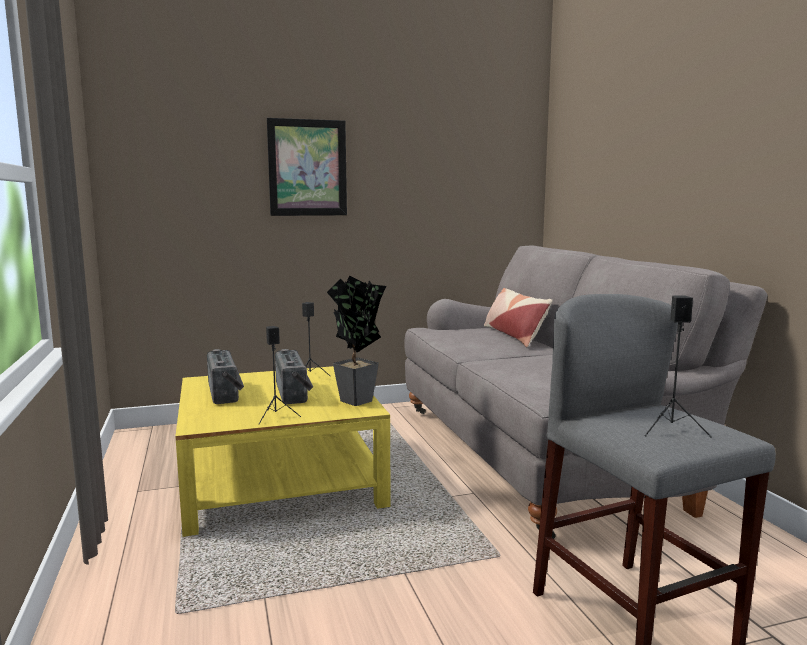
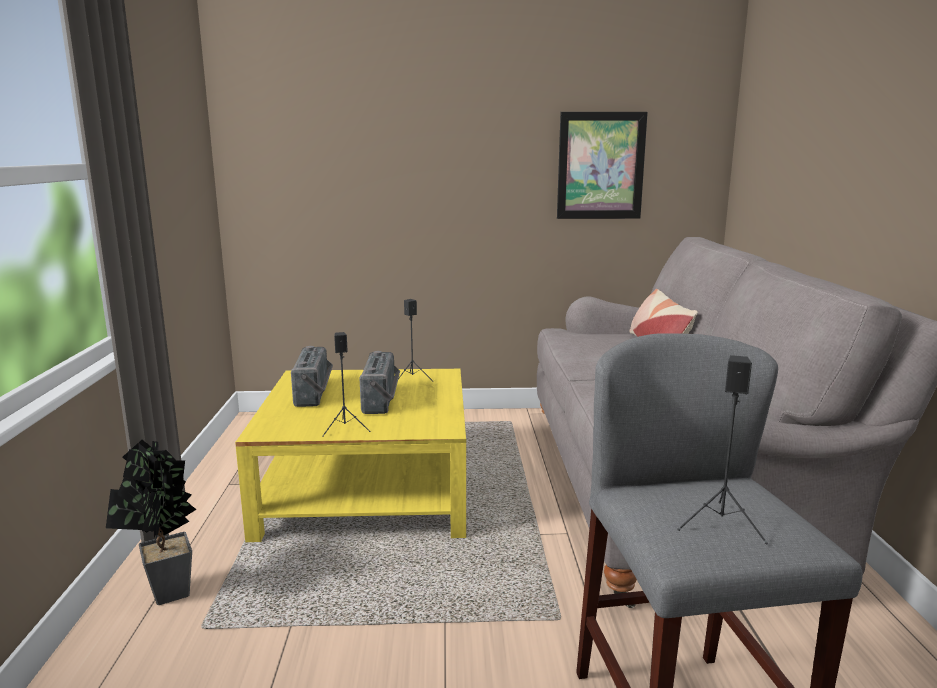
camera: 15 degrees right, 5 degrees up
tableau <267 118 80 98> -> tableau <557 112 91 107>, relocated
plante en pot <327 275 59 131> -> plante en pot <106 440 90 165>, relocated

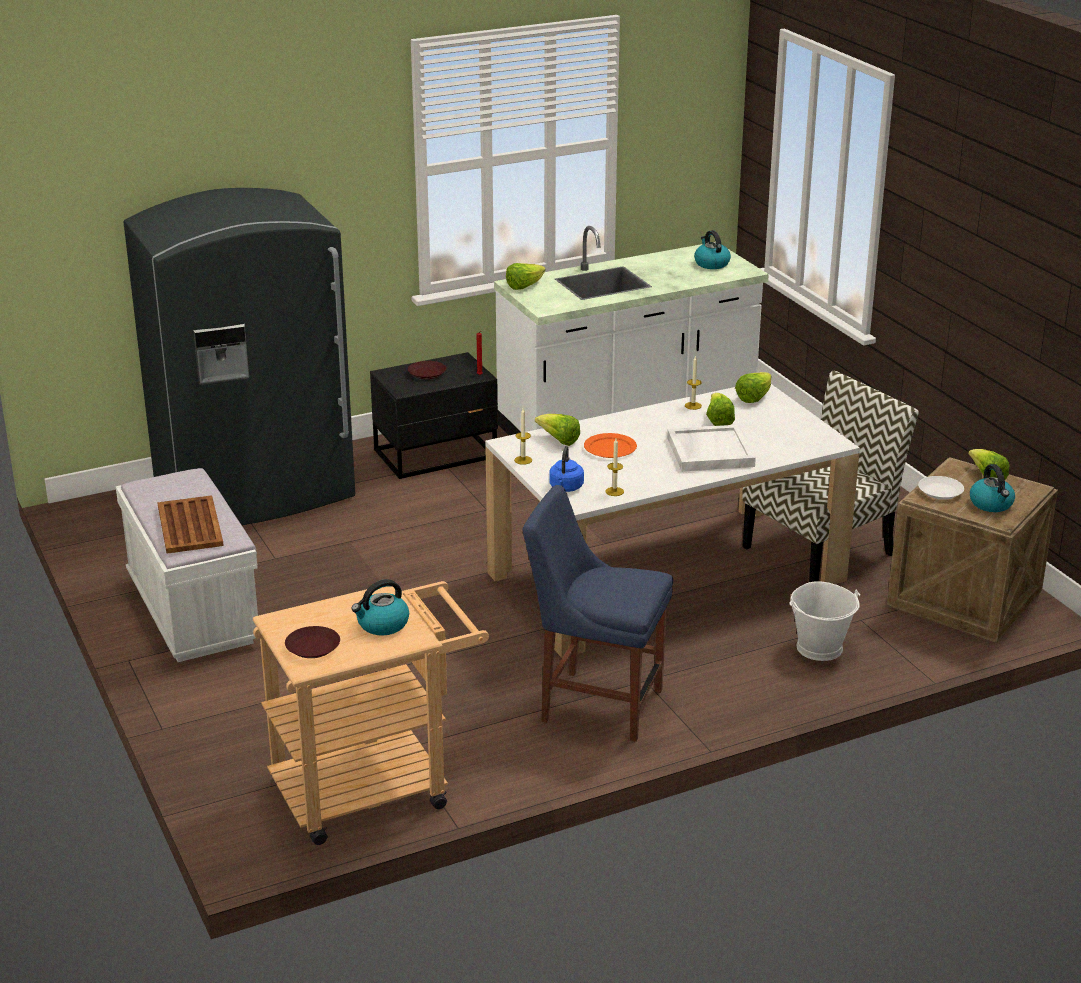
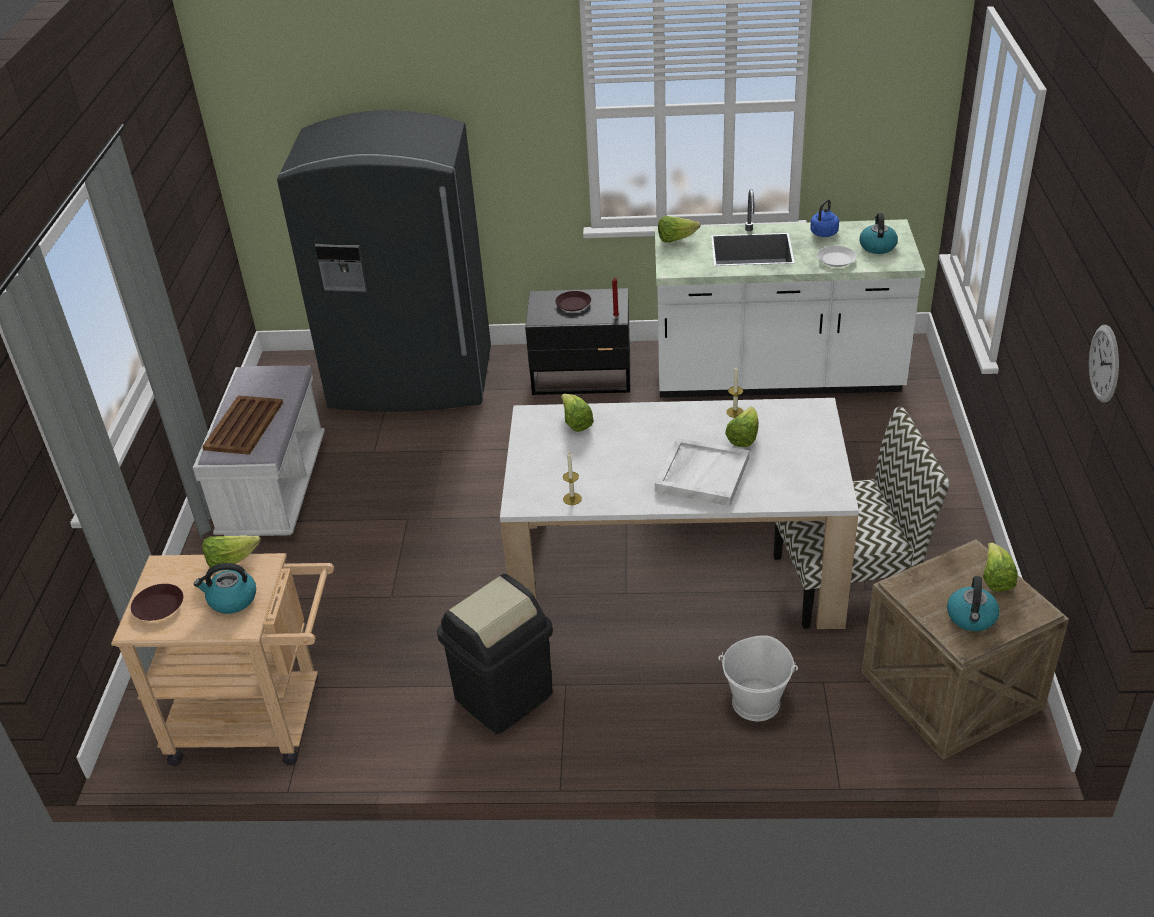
camera: 30 degrees right, 10 degrees up
bougie <514 409 18 56> -> none
chaise/bleu <523 485 150 257> -> poubelle/noir <437 574 116 160>
bouilloire/bleu <549 446 35 46> -> bouilloire/bleu <810 199 29 38>, relocated
assiette/orange <584 433 53 25> -> none
laitue <735 372 36 31> -> laitue <202 535 59 33>, relocated
assiette/blanc <918 476 46 24> -> assiette/blanc <817 246 40 21>, relocated
none -> horloge murale <1089 325 30 78>

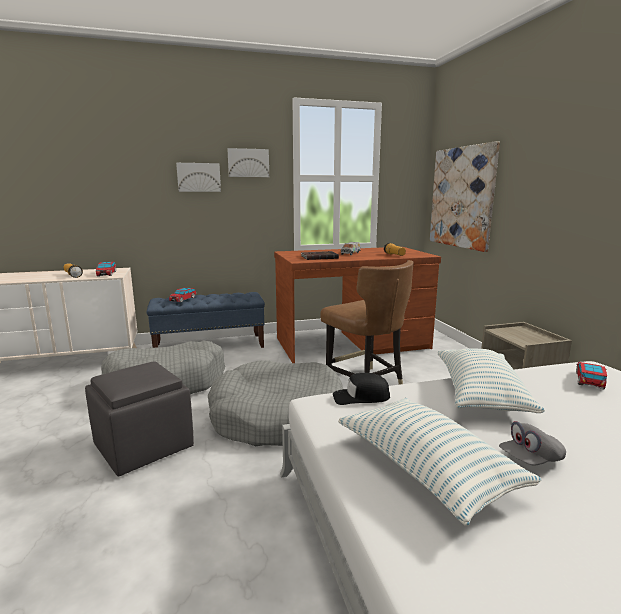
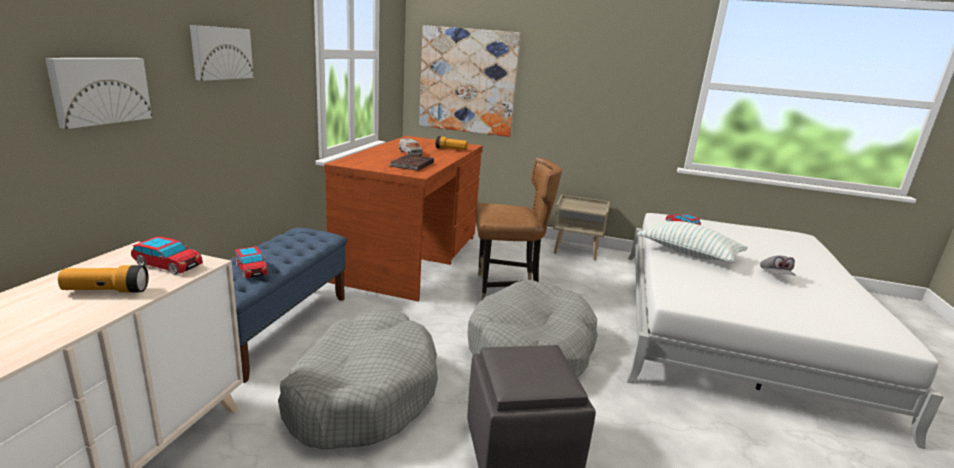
camera: 60 degrees left, 5 degrees up
tableau <227 148 42 29> -> tableau <45 58 107 71>, relocated
casquette/noir <333 373 57 32> -> none
coussin <338 398 204 128> -> none

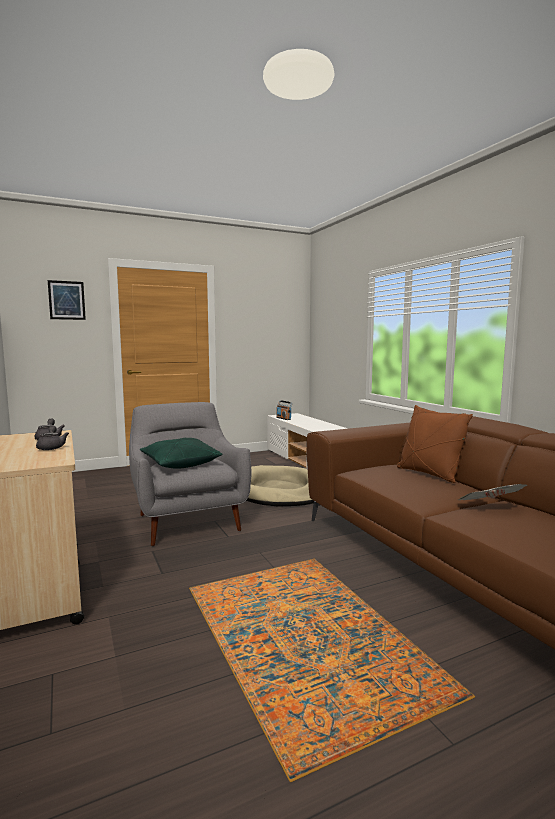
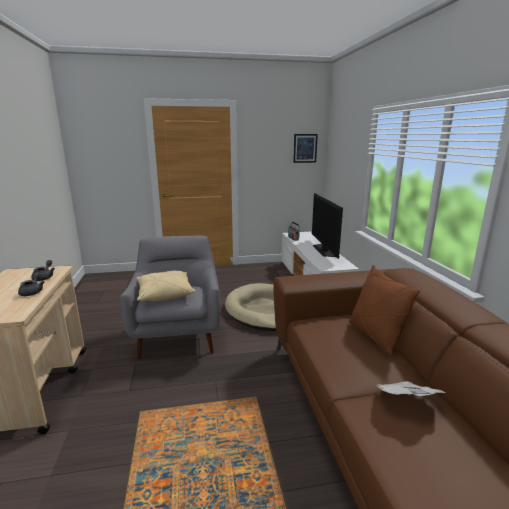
camera: 15 degrees right, 10 degrees up
tableau <48 280 38 40> -> tableau <293 134 25 29>, relocated
coussin/vert <140 437 82 32> -> coussin/beige <137 270 58 31>
none -> téléviseur <312 193 31 66>

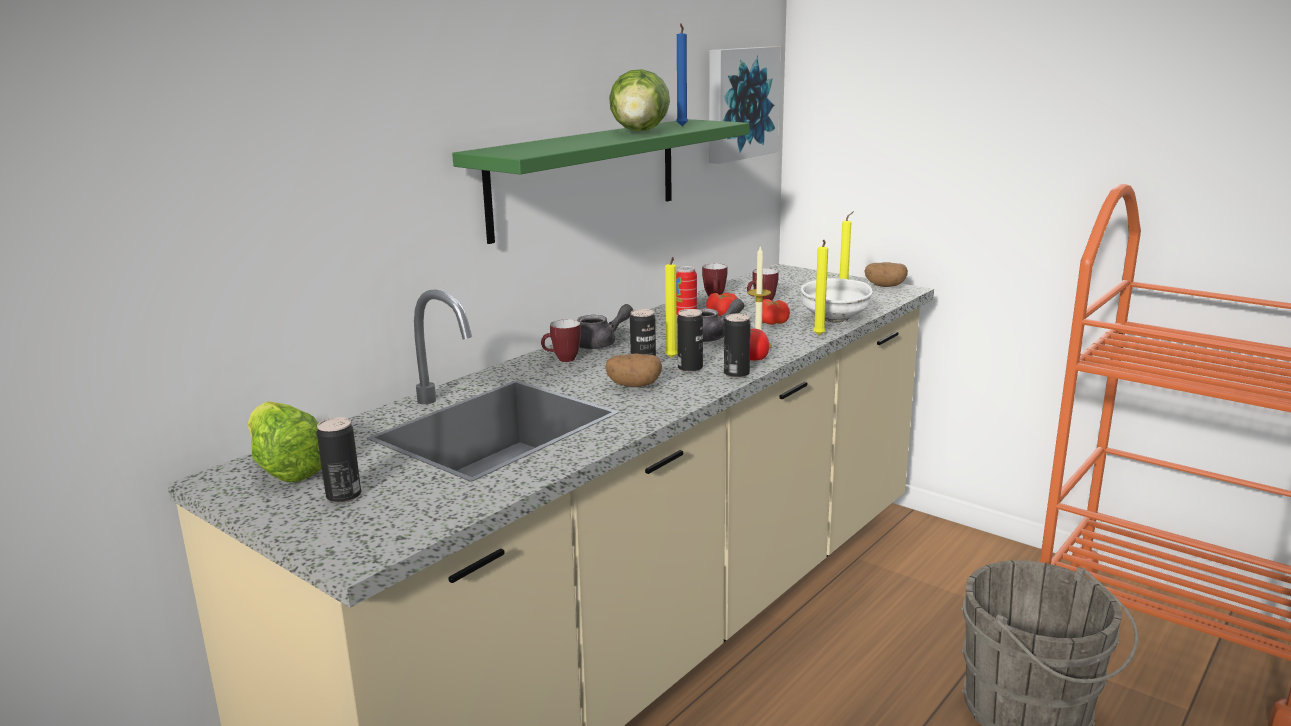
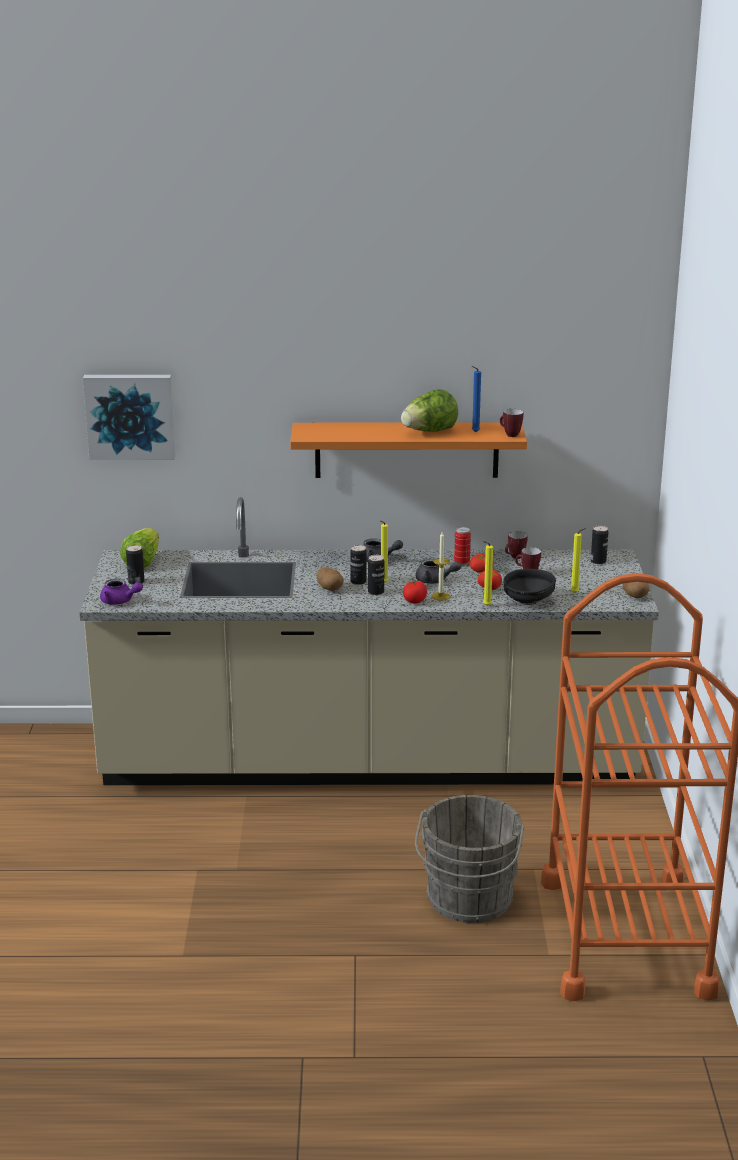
camera: 50 degrees right, 5 degrees up
étagère/vert <452 119 297 125> -> étagère/orange <290 422 237 56>
mug <541 319 40 43> -> mug <500 409 23 28>, relocated
tableau <709 46 72 118> -> tableau <83 375 93 85>, relocated
boîte métallique <724 314 27 64> -> boîte métallique <591 525 17 39>, relocated
bol/blanc <800 278 73 45> -> bol/noir <503 569 53 36>
none -> théière/violet <100 579 43 26>

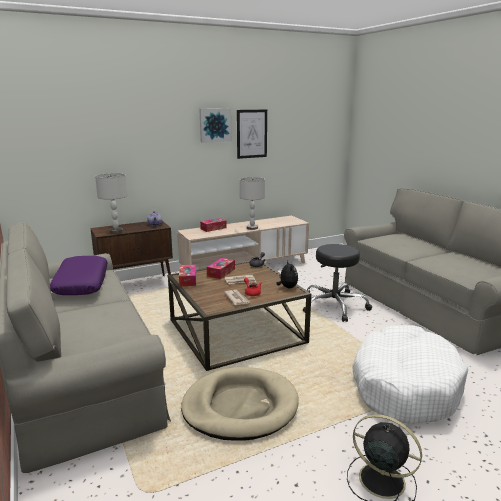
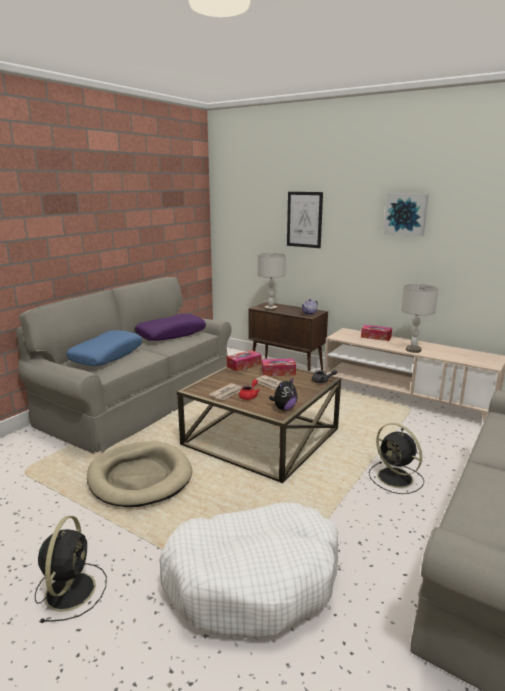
camera: 60 degrees right, 0 degrees up
tableau <237 110 30 49> -> tableau <287 192 36 56>, relocated
tabouret/noir <303 244 69 78> -> ventilateur/noir <369 423 55 71>
none -> coussin/bleu <66 330 76 36>

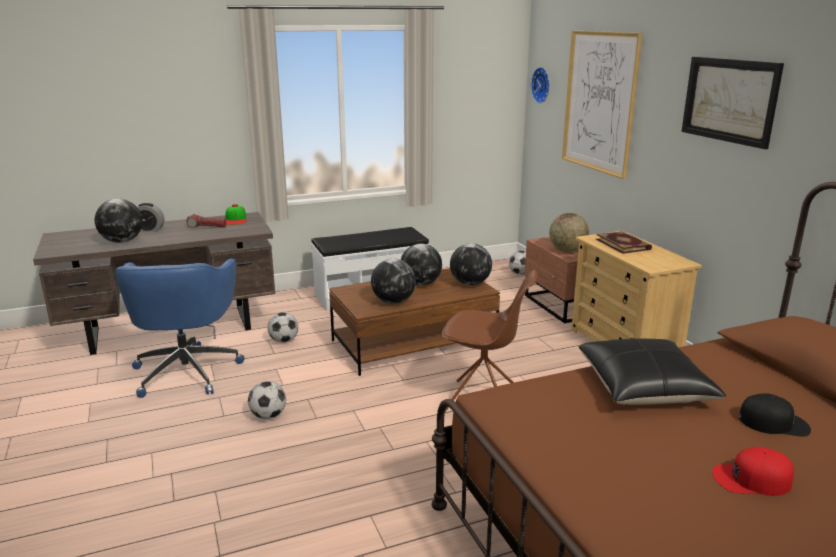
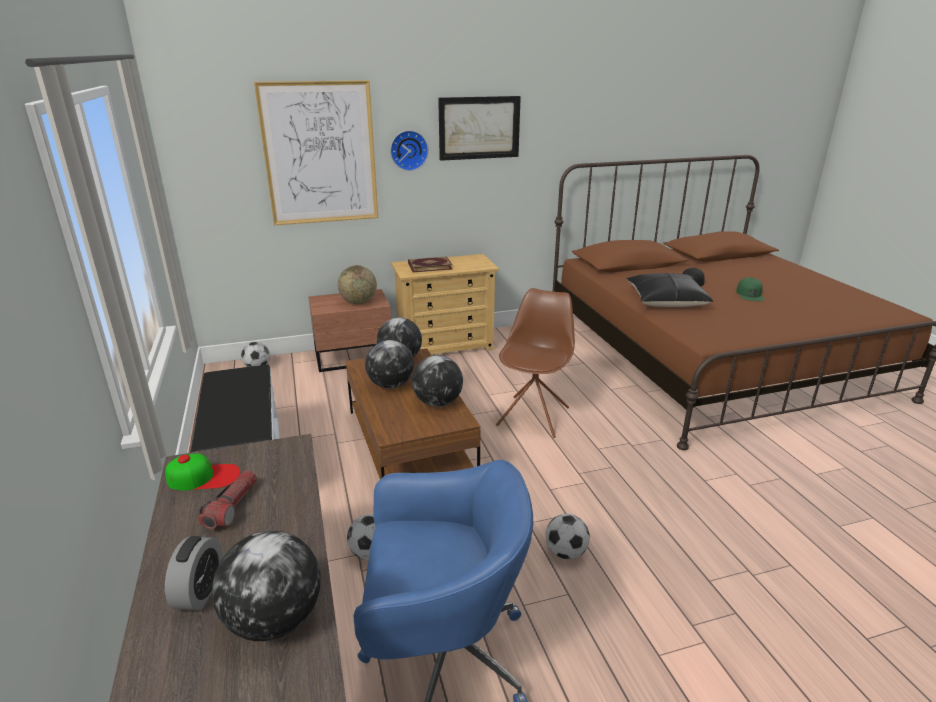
camera: 85 degrees left, 5 degrees up
horloge murale <531 67 19 37> -> horloge murale <390 130 39 41>, relocated
casquette/rouge <712 447 82 49> -> casquette/vert <736 277 29 24>

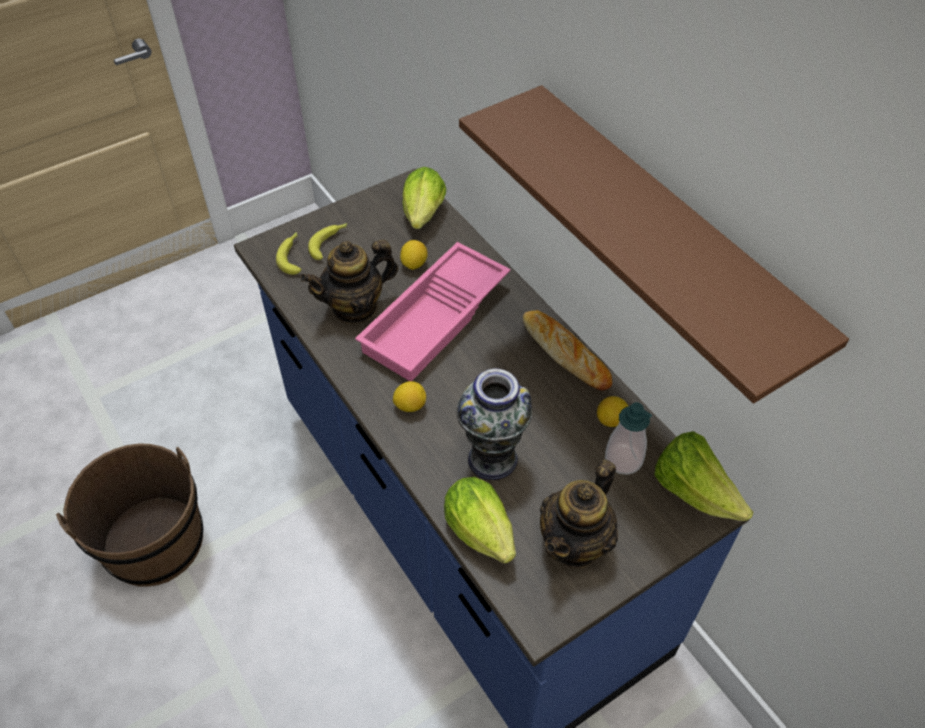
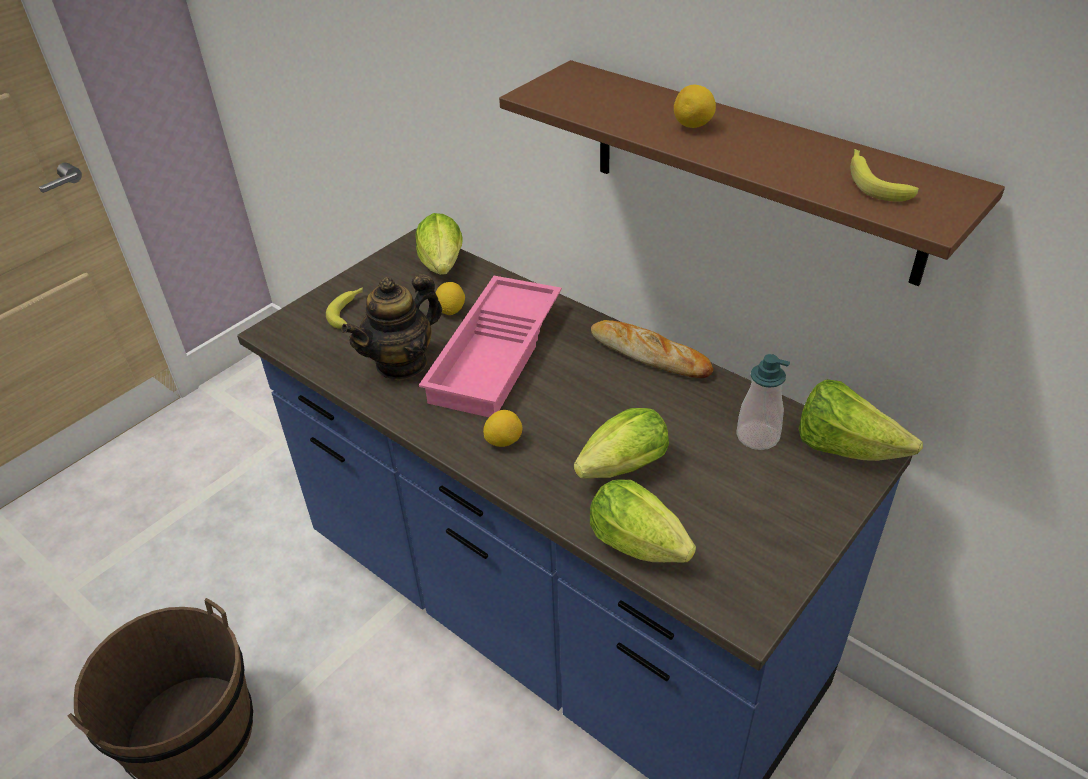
camera: 15 degrees left, 10 degrees down
banane <276 232 26 43> -> banane <851 149 68 52>, relocated
vase <457 368 75 112> -> laitue <574 408 95 70>
théière <540 459 78 109> -> none
citron <597 396 31 31> -> citron <674 85 42 43>, relocated

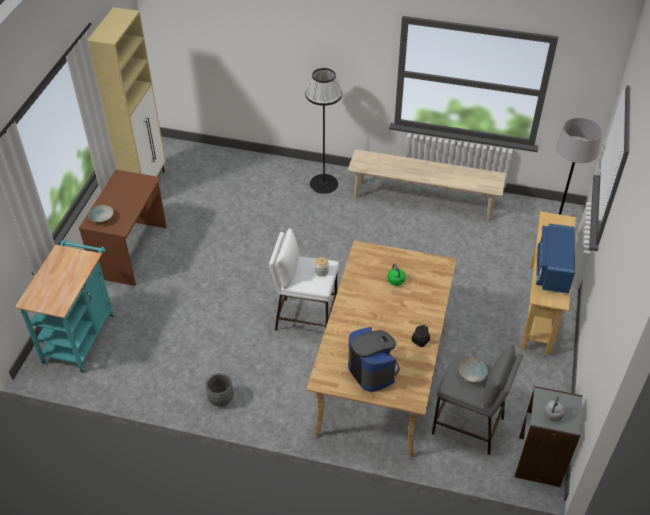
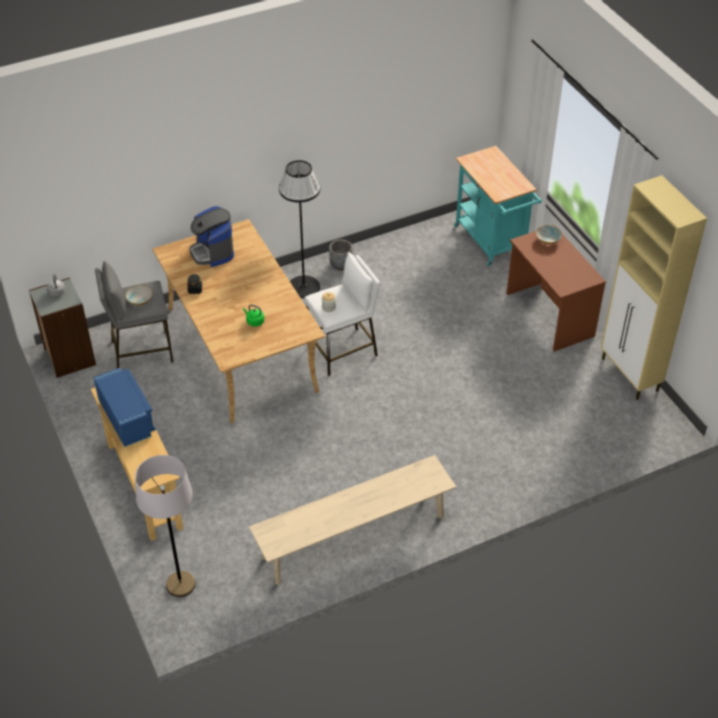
camera: 140 degrees right, 0 degrees up
lampadaire/noir <305 68 37 126> -> lampadaire/noir <279 160 41 138>, relocated
machine à café <348 327 52 65> -> machine à café <189 206 45 61>, 45 degrees clockwise

